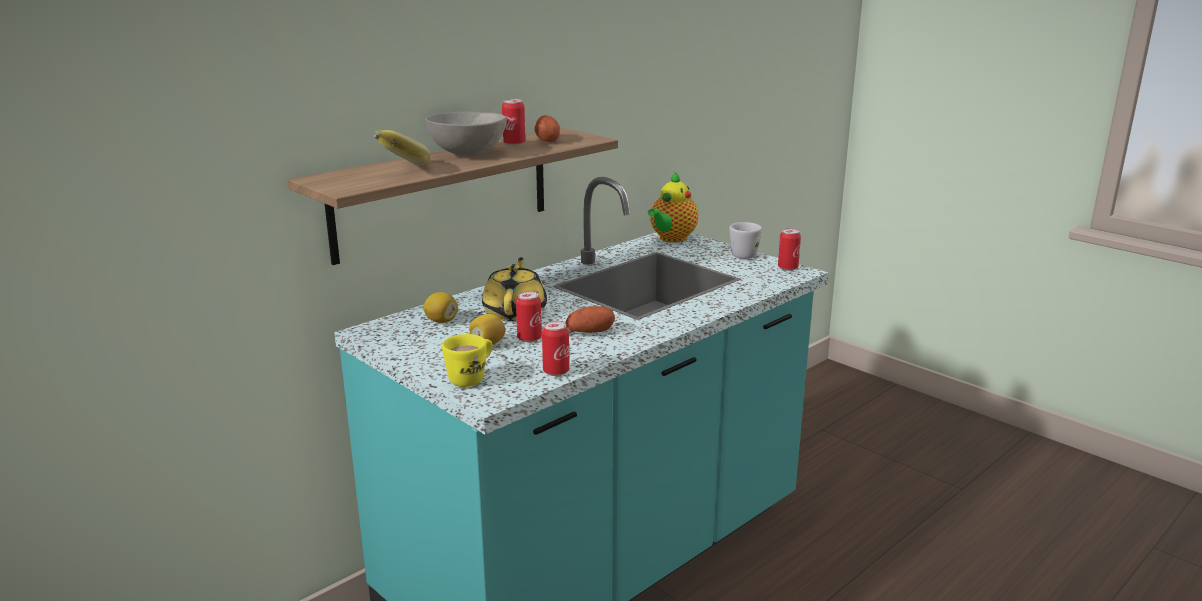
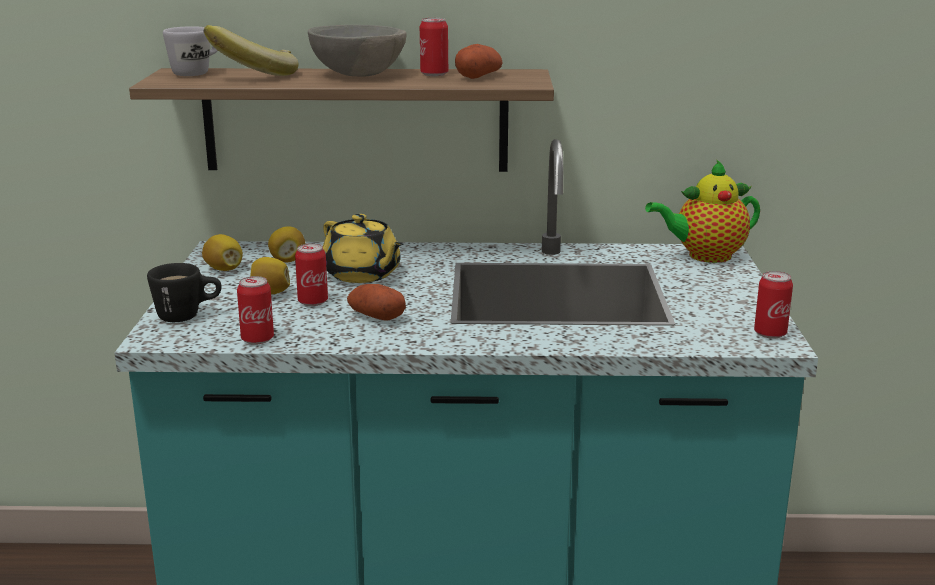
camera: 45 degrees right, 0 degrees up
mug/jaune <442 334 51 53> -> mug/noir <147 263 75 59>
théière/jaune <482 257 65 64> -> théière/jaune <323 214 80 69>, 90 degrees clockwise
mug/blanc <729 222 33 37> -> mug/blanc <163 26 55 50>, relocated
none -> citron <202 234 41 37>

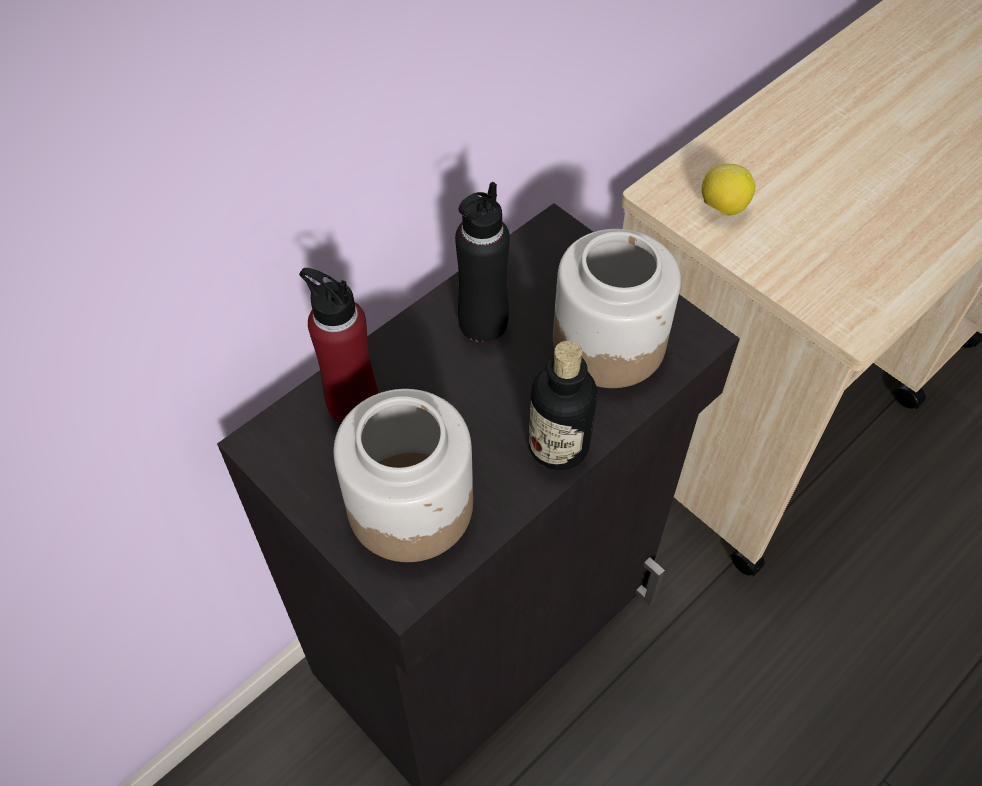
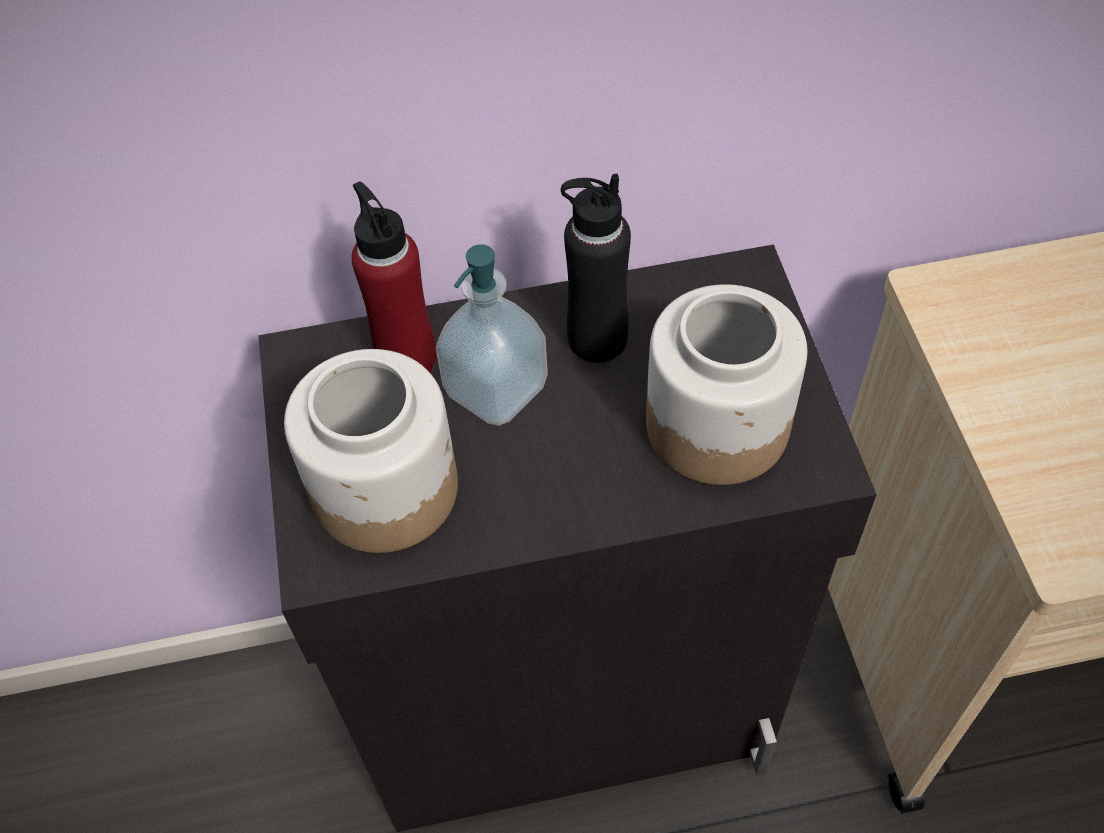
camera: 35 degrees right, 0 degrees up
bouteille <529 341 68 129> -> none
citron <702 163 53 53> -> none
none -> distributeur de savon <436 244 112 182>

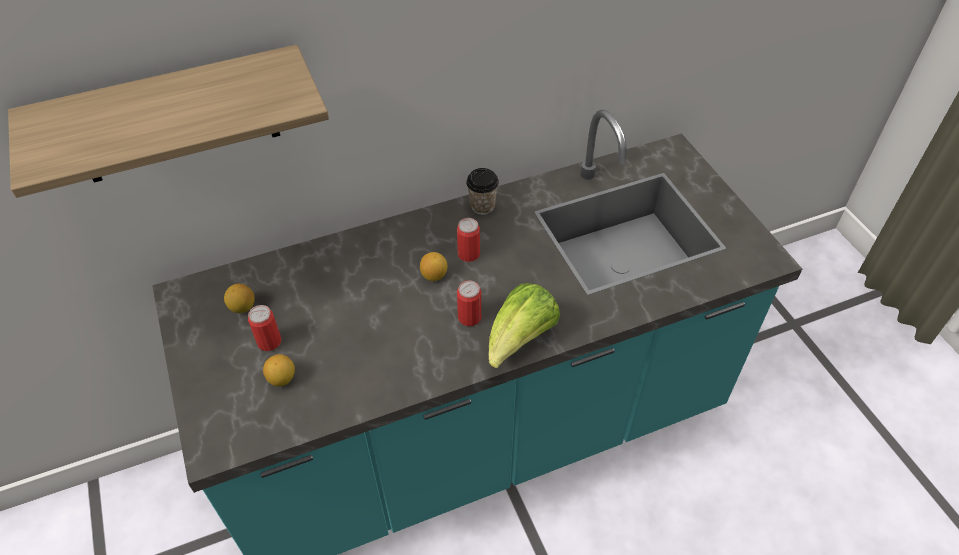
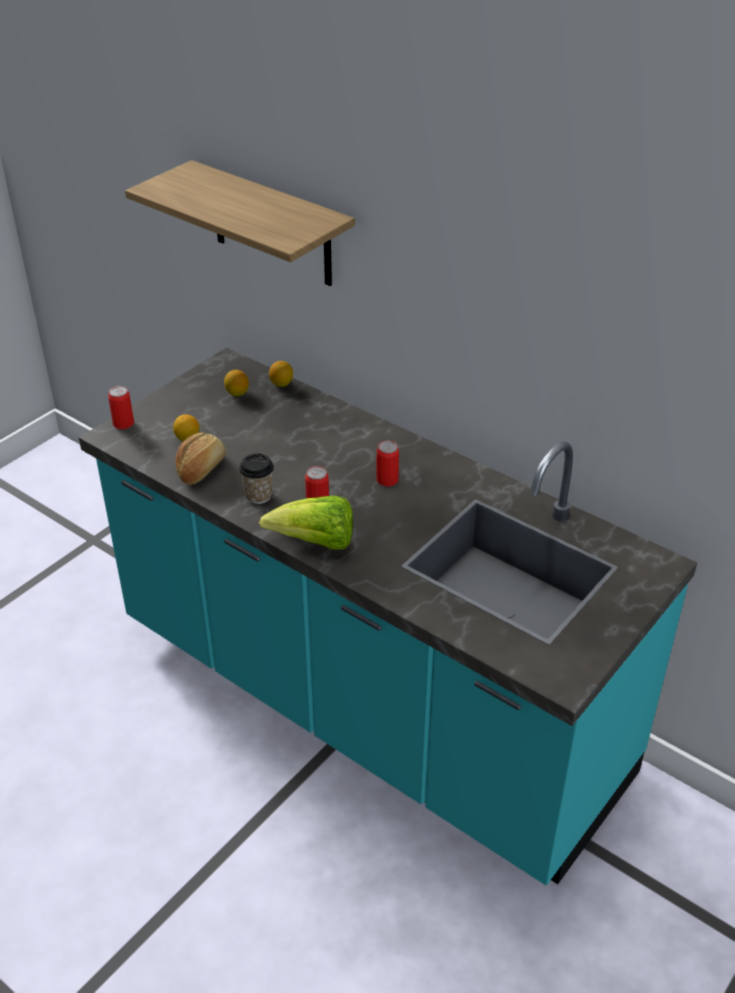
camera: 60 degrees right, 10 degrees down
boîte métallique <248 305 34 46> -> boîte métallique <108 386 26 43>, relocated
citron <420 252 28 29> -> citron <269 361 24 26>, relocated
tasse <466 168 33 47> -> tasse <239 454 35 50>, relocated
none -> pain <176 432 50 53>

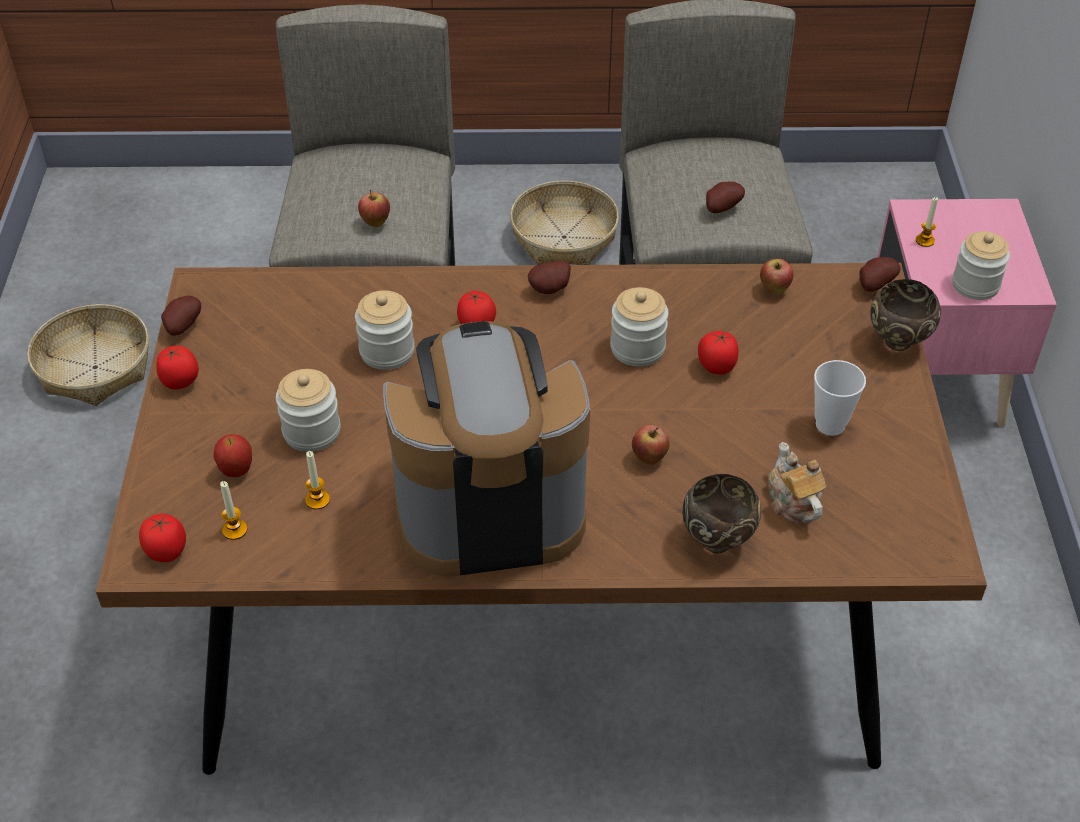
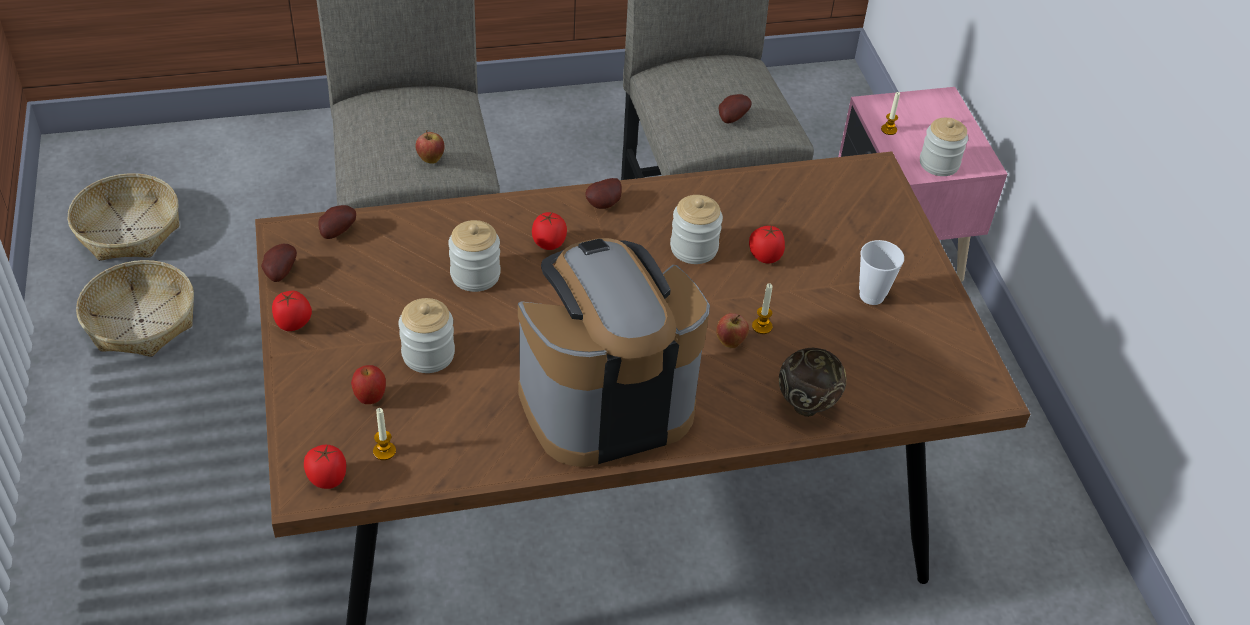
camera: 15 degrees left, 0 degrees up
bougie <305 451 25 59> -> bougie <752 283 21 51>, relocated
panier <510 181 109 84> -> panier <68 173 111 88>, relocated
pomme <760 259 33 36> -> none
théière <768 442 59 81> -> none
pomme de terre <859 257 41 35> -> pomme de terre <318 205 38 34>, relocated
bol/marron <870 279 71 72> -> none

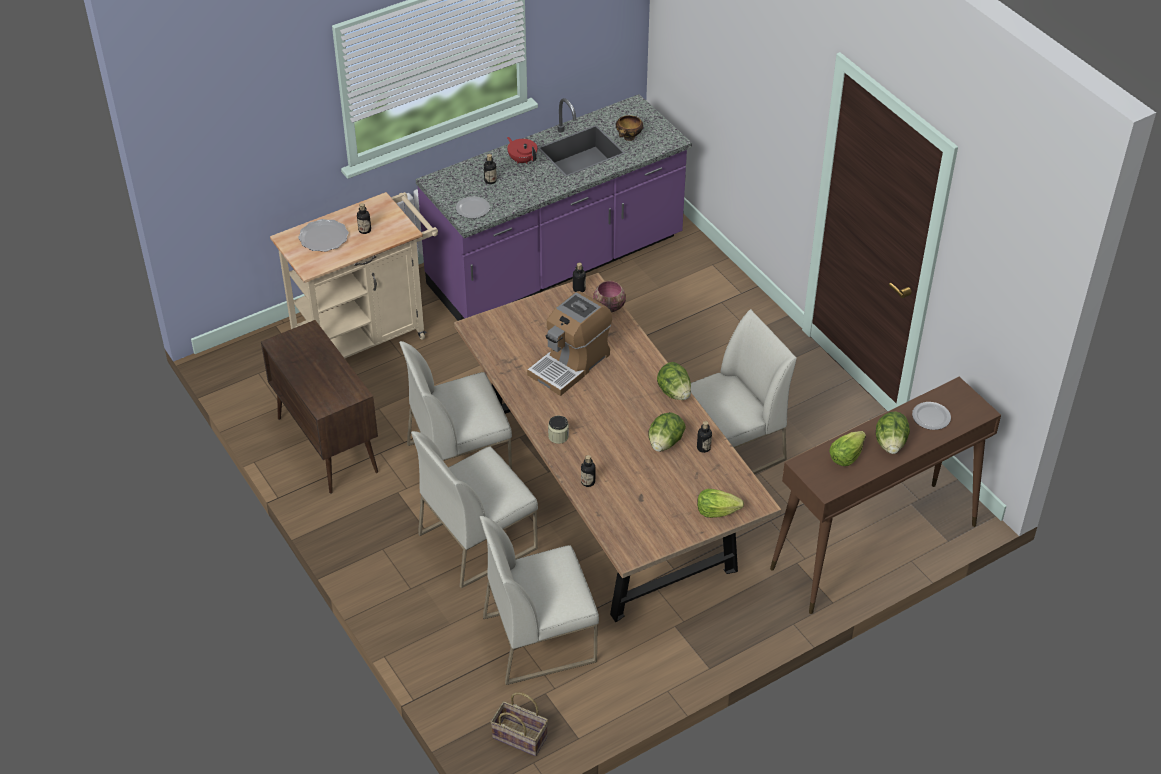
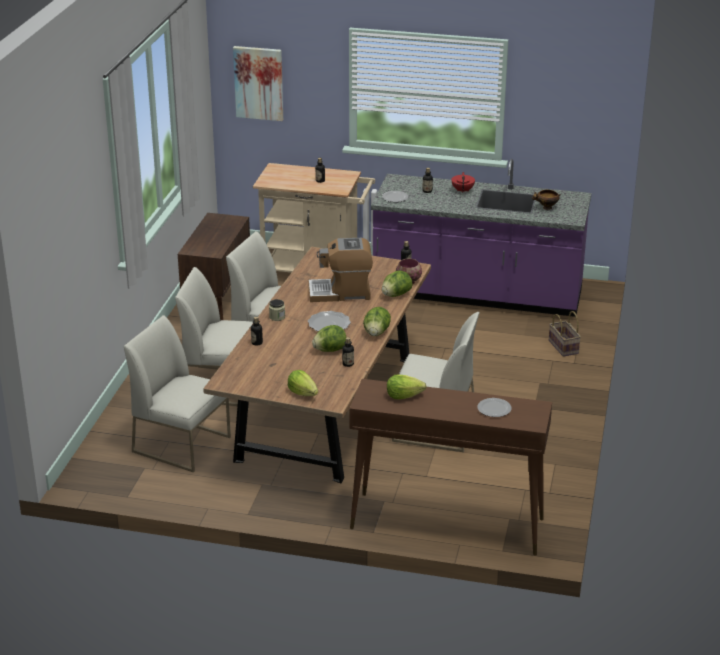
camera: 45 degrees right, 15 degrees down
assiette <298 219 51 33> -> assiette <308 311 43 20>, relocated
panier <491 692 57 64> -> panier <549 311 32 46>, relocated
laitue <876 411 34 43> -> laitue <382 271 31 26>, relocated
none -> tableau <233 46 50 75>

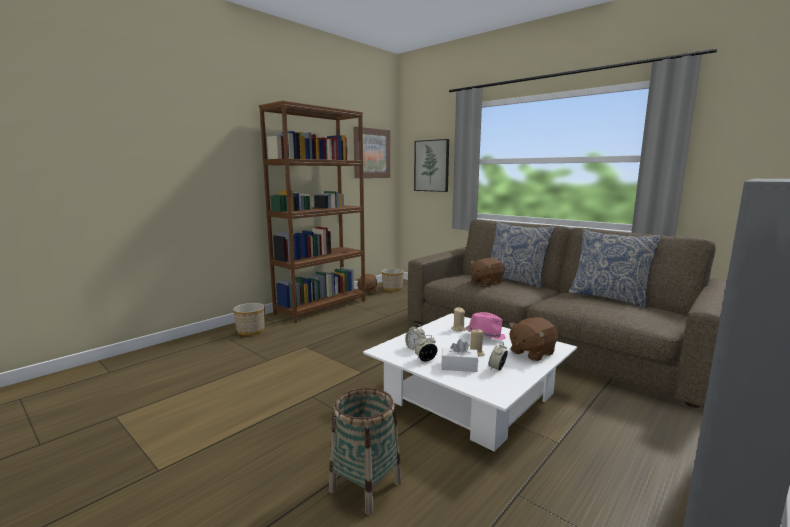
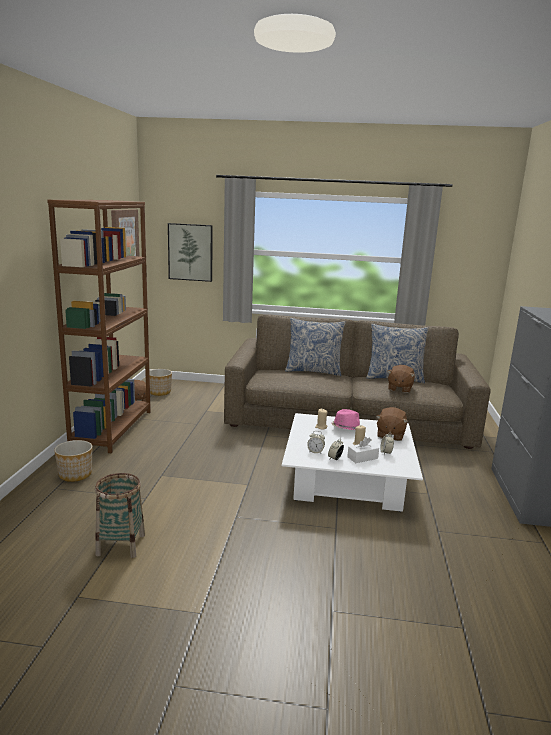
camera: 35 degrees left, 5 degrees up
panier <329 387 72 128> -> panier <95 473 50 85>, relocated
peluche/marron <470 258 35 28> -> peluche/marron <387 365 28 28>, relocated

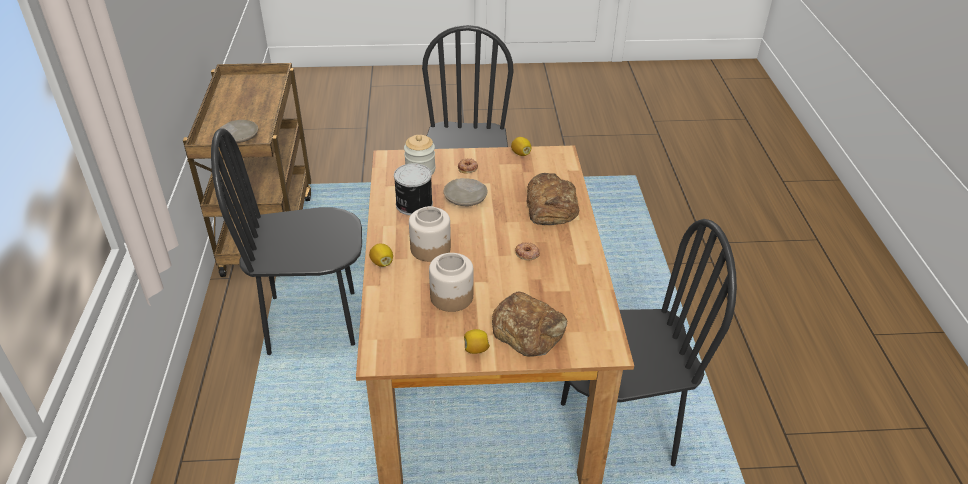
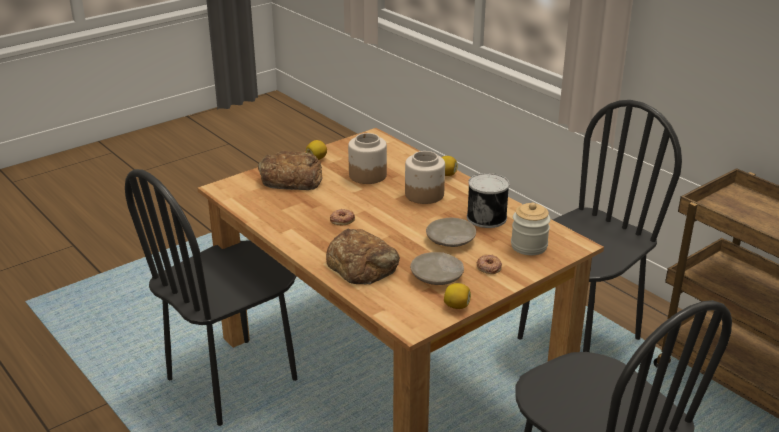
camera: 145 degrees right, 10 degrees down
assiette/beige <219 120 39 23> -> assiette/beige <410 252 54 33>, relocated

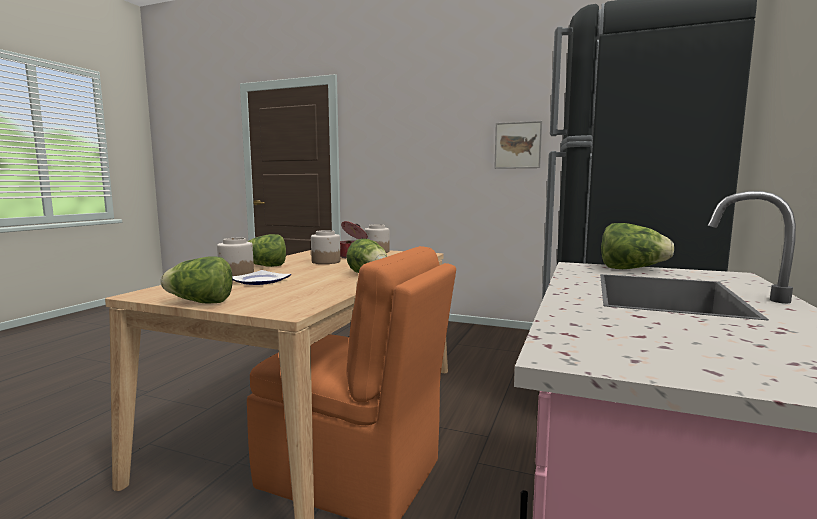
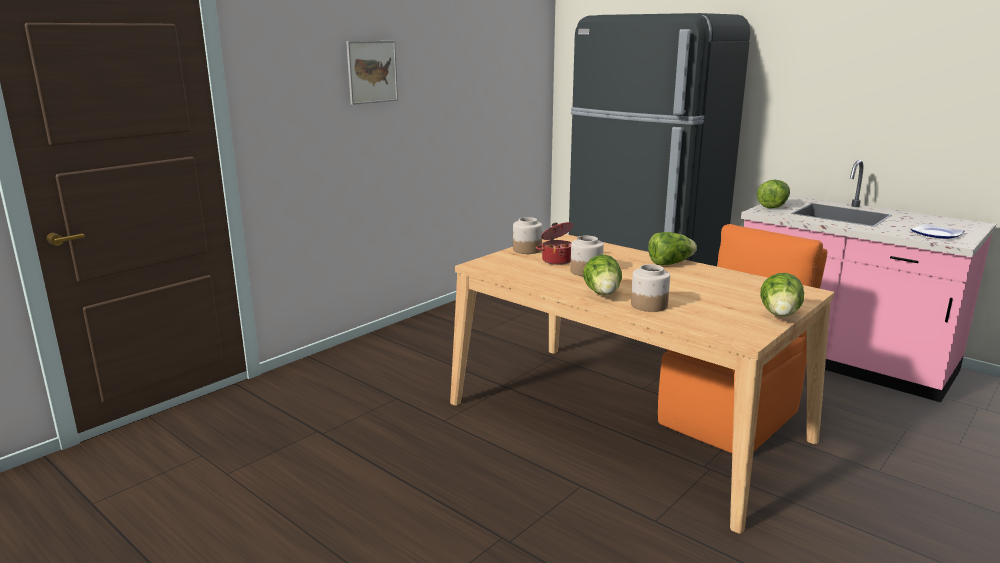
camera: 70 degrees left, 10 degrees up
assiette <233 270 58 15> -> assiette <911 223 54 16>, relocated
tableau <494 121 48 48> -> tableau <346 41 52 64>, relocated

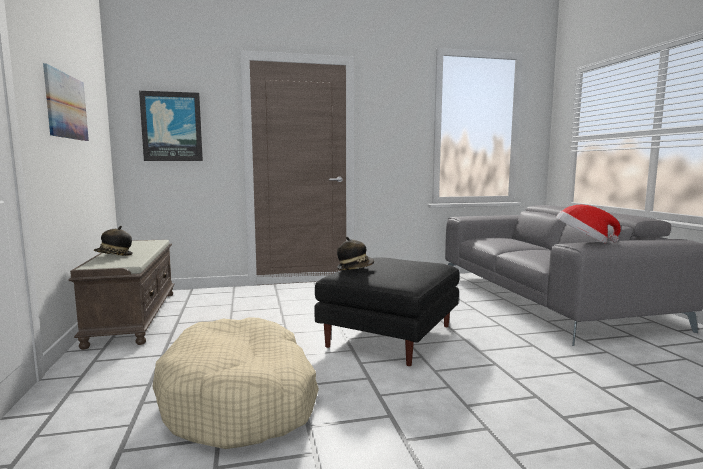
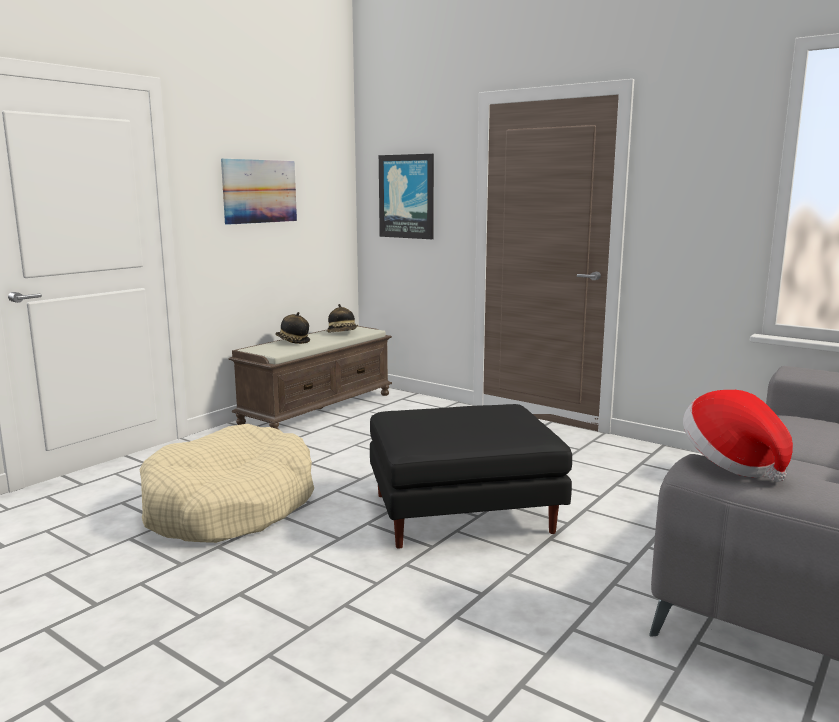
camera: 50 degrees right, 5 degrees up
chapeau <337 237 37 33> -> chapeau <327 304 31 28>, relocated

